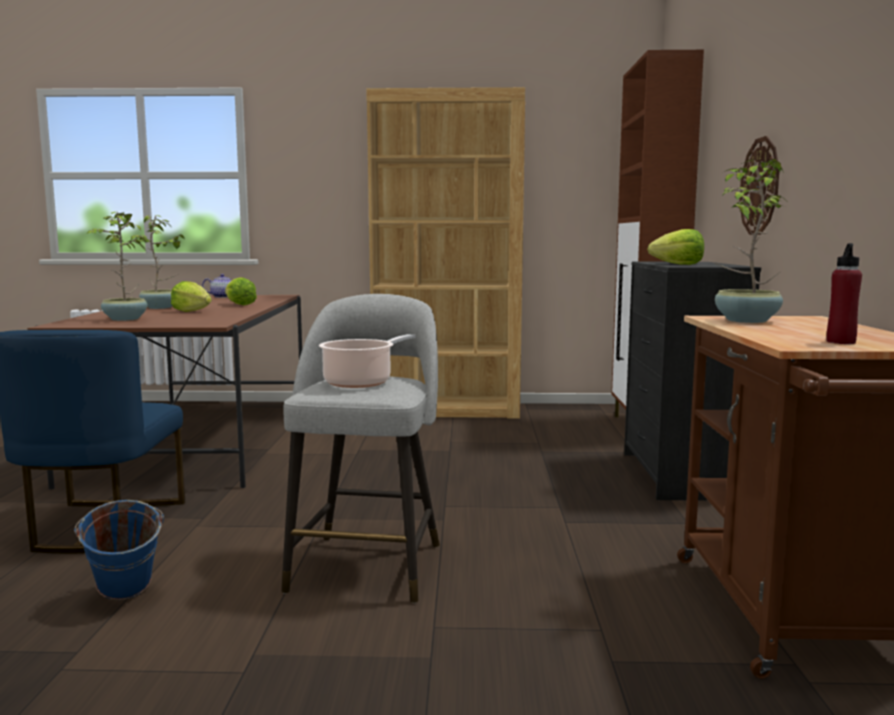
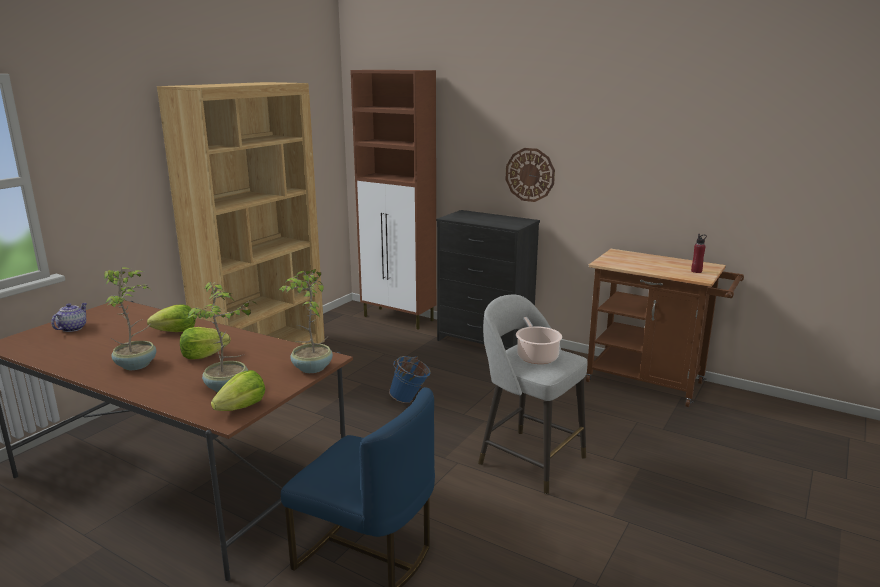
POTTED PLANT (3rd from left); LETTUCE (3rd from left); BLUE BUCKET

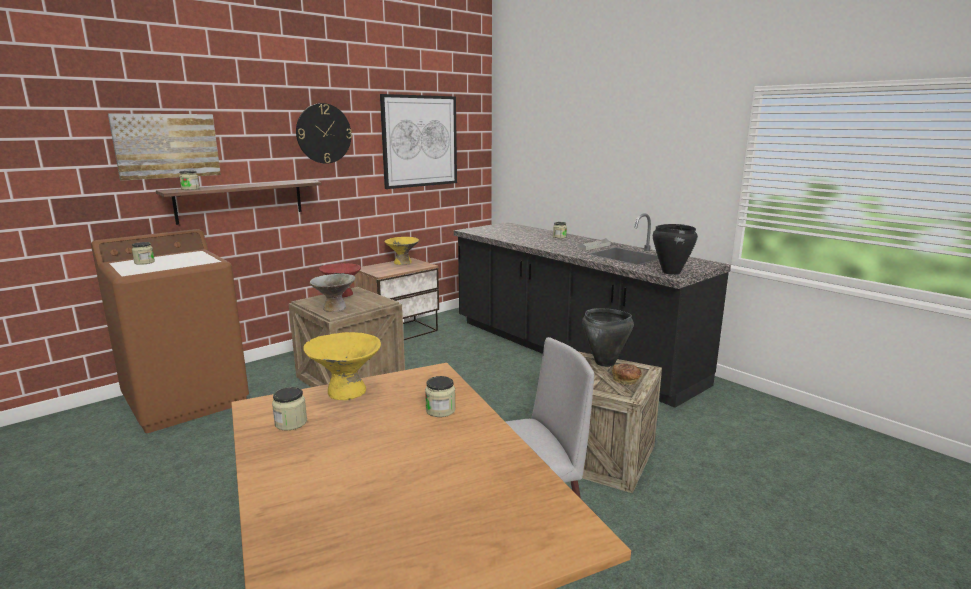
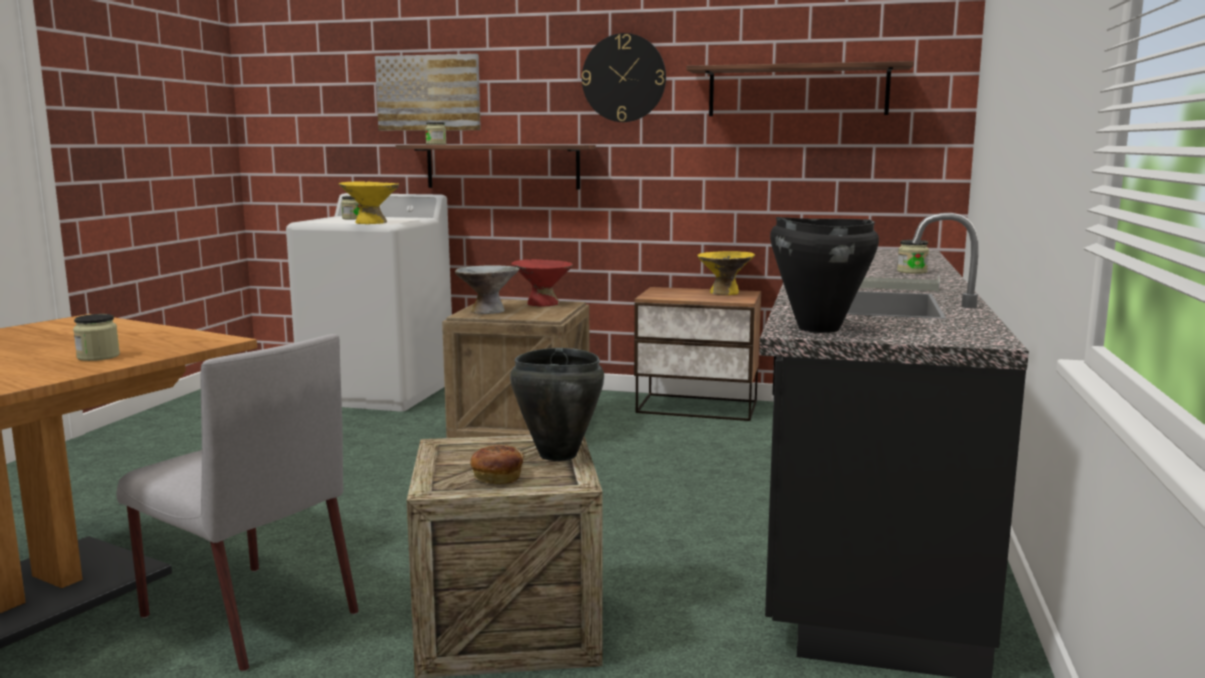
SHELF (2nd from left); WHITE WASHING MACHINE; YELLOW BOWL (1st from left); JAR (3rd from left in the first image)

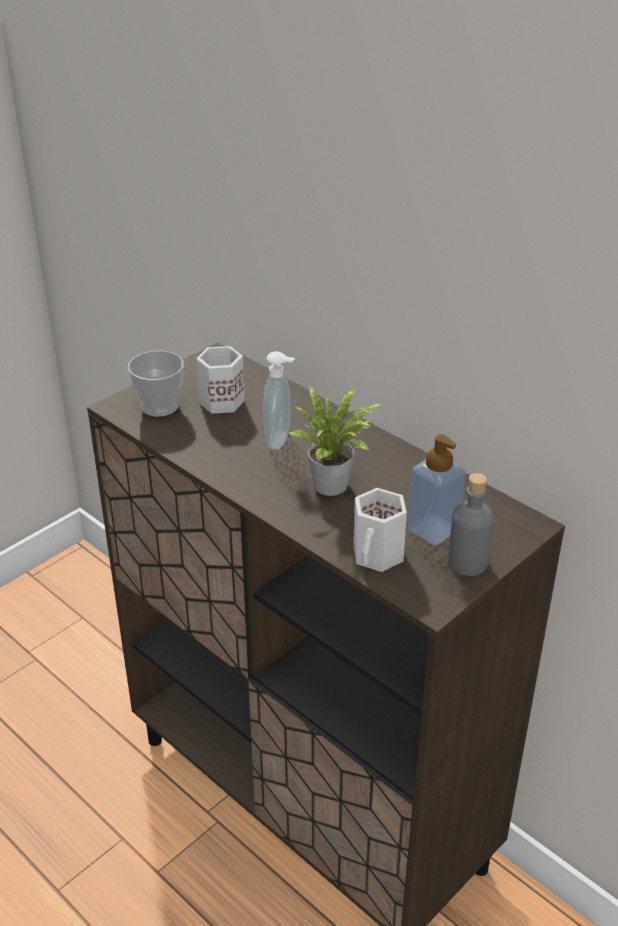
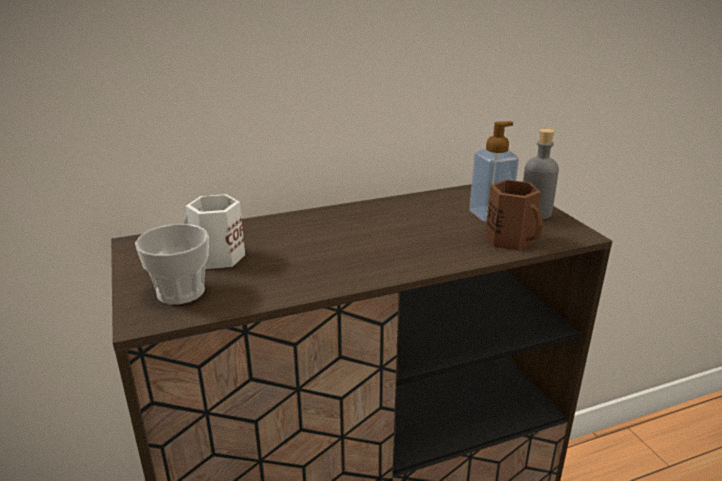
SOAP DISPENSER (1st from left in the first image); POTTED PLANT; BROWN MUG

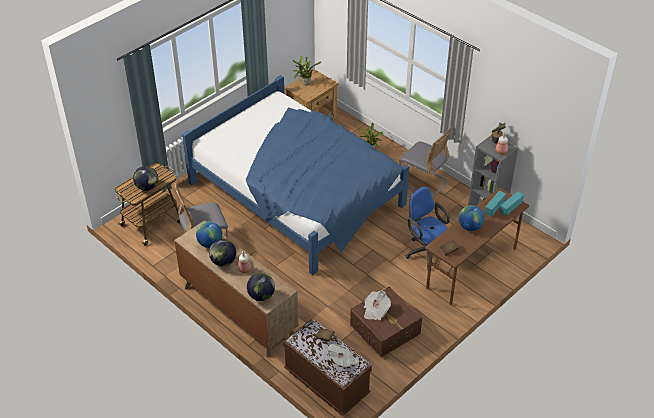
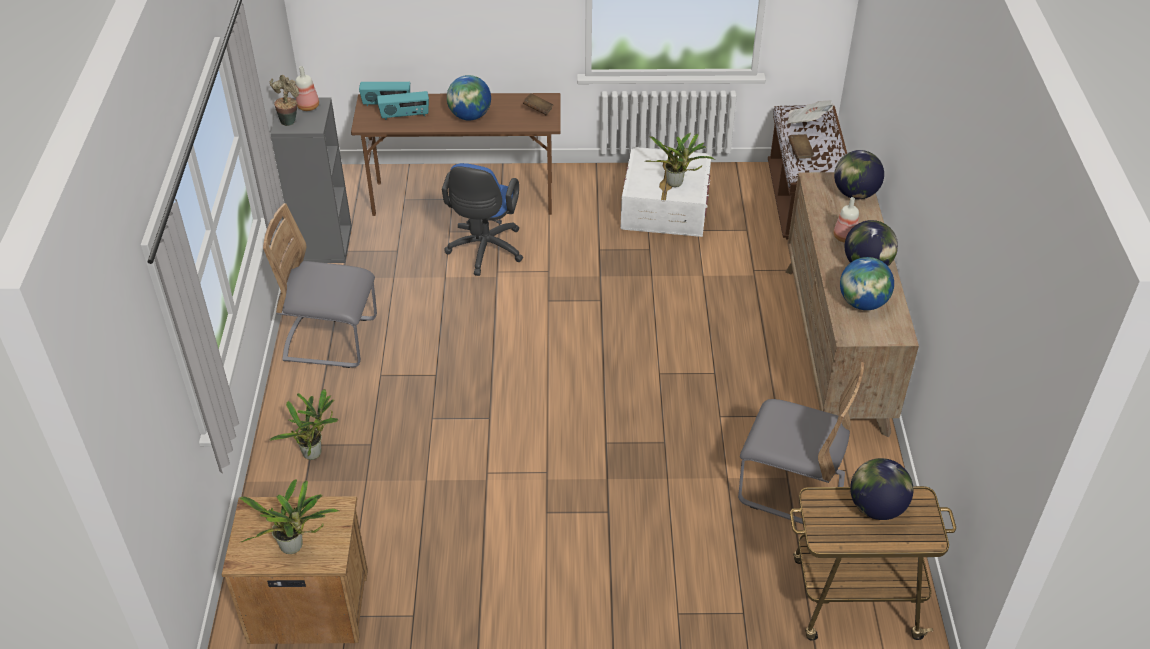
BLUE BED; GREY CHAIR (1st from left); WHITE STORAGE BOX; POTTED PLANT (4th from left)

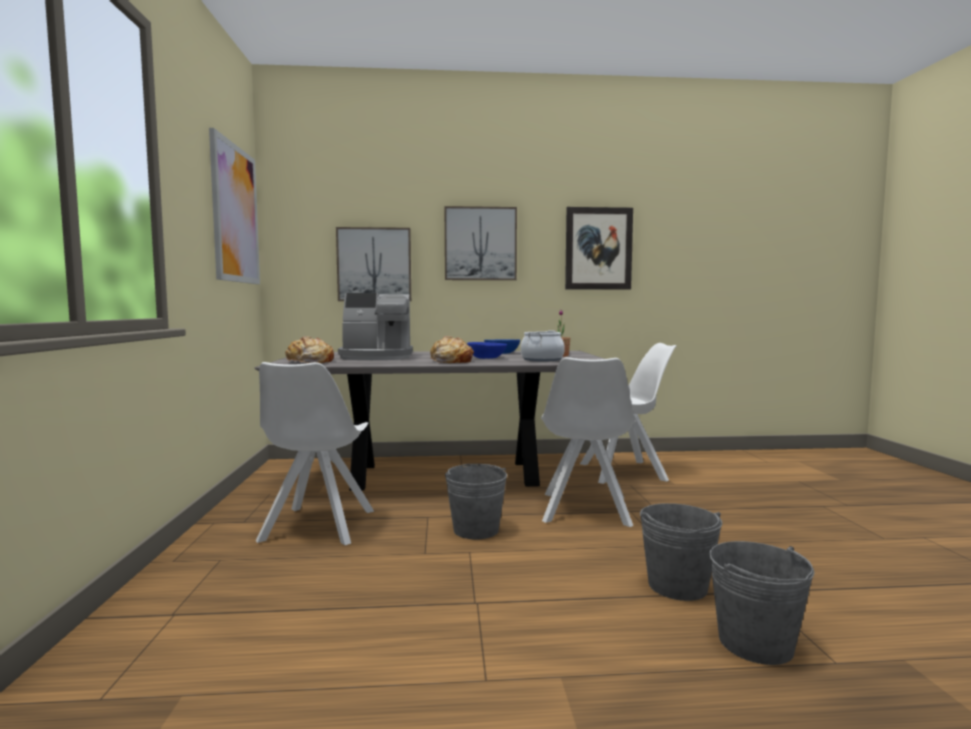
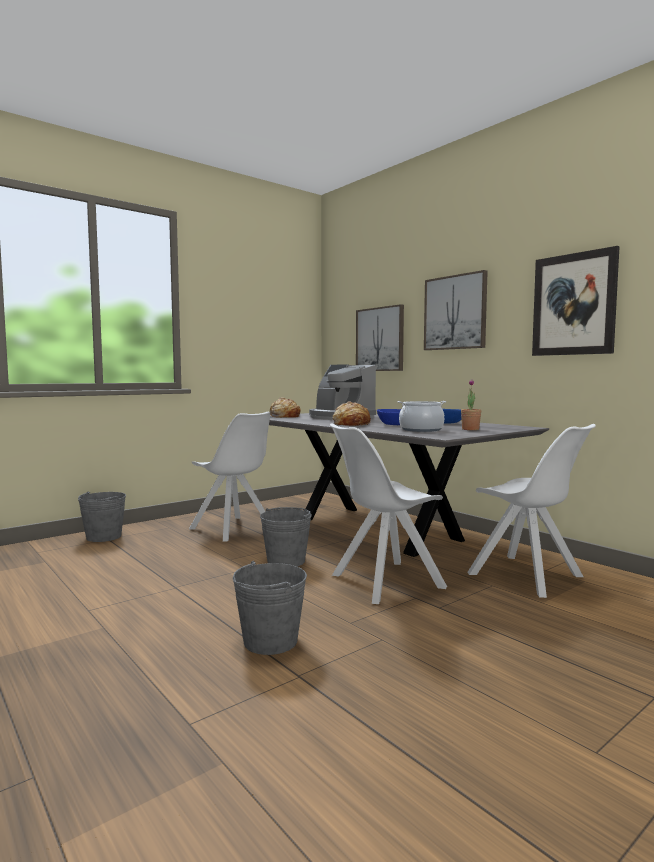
PICTURE (1st from left in the first image); WHITE CHAIR (1st from left); GREY BUCKET (1st from left)

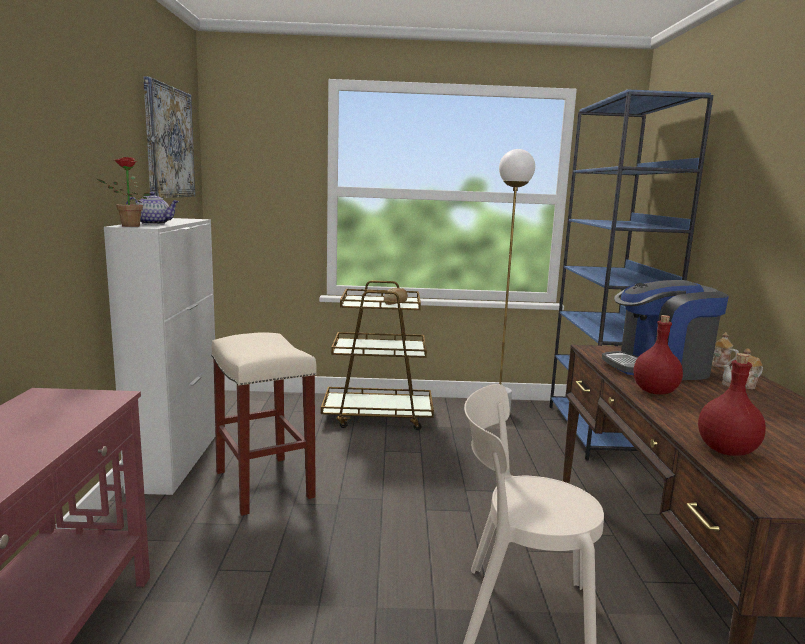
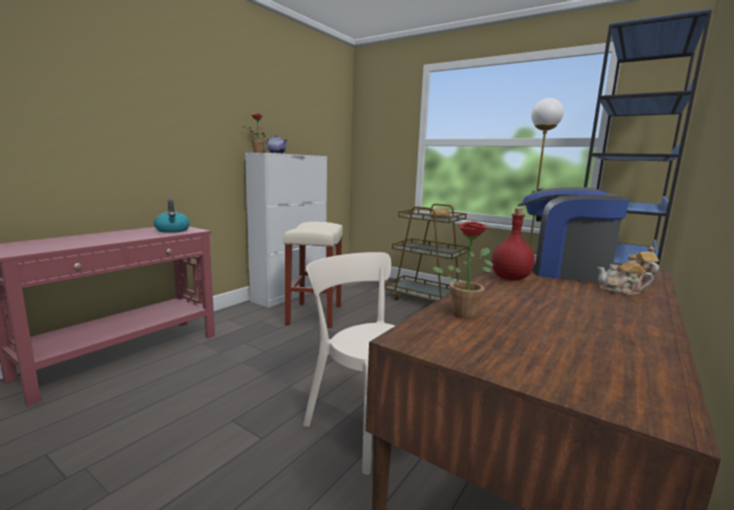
PICTURE; POTTED PLANT (2nd from left); KETTLE

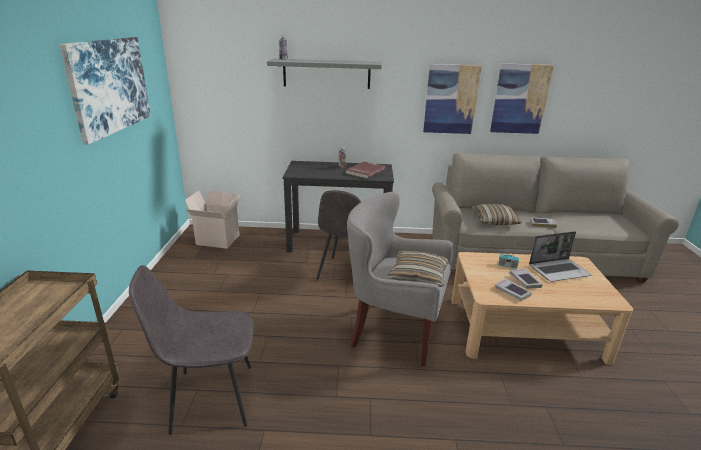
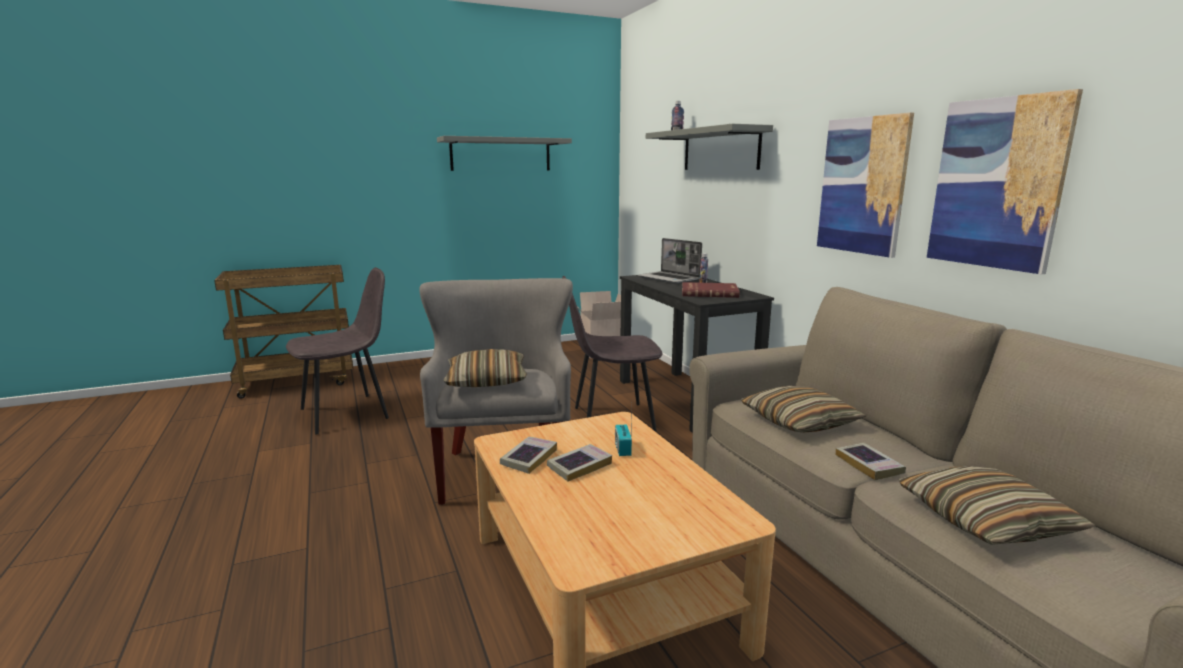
GREY SHELF (1st from left); LAPTOP; GREY CHAIR (1st from left); PILLOW (3rd from left)

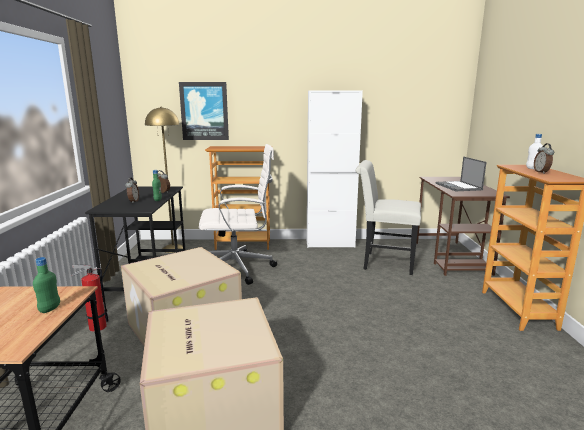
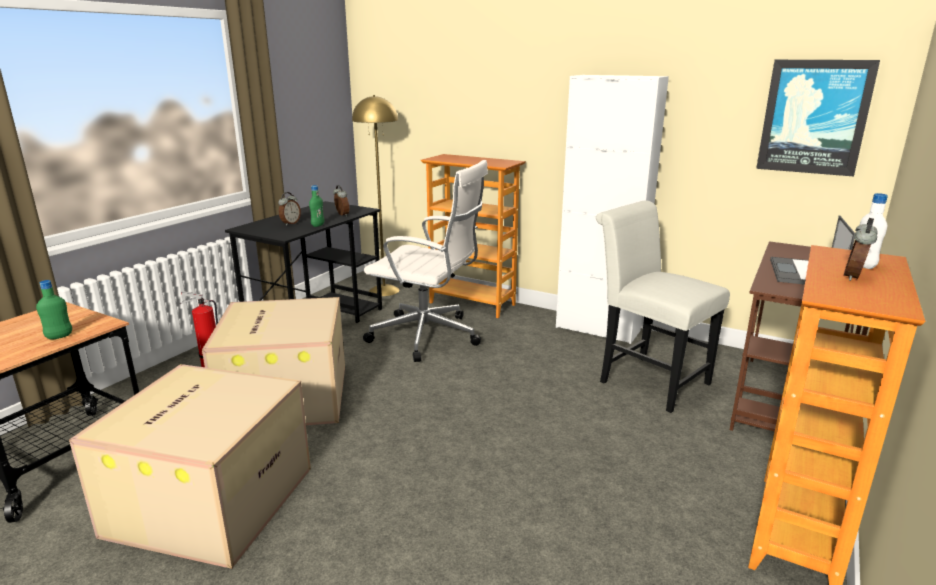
PICTURE

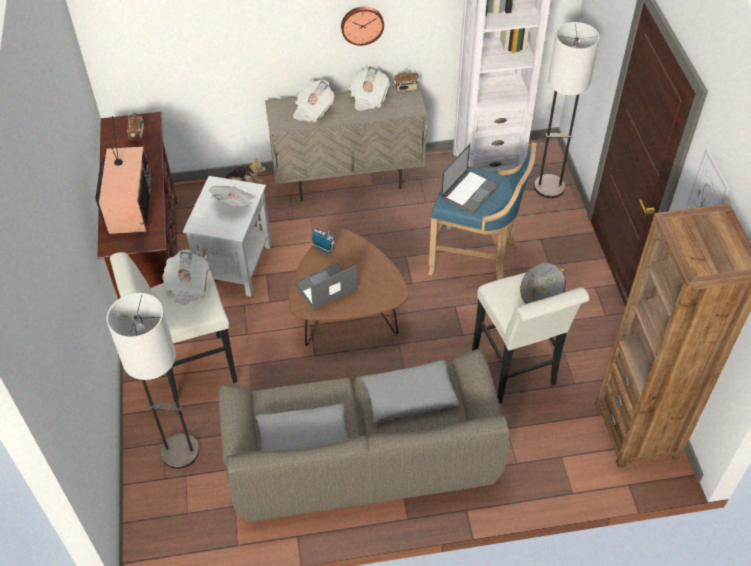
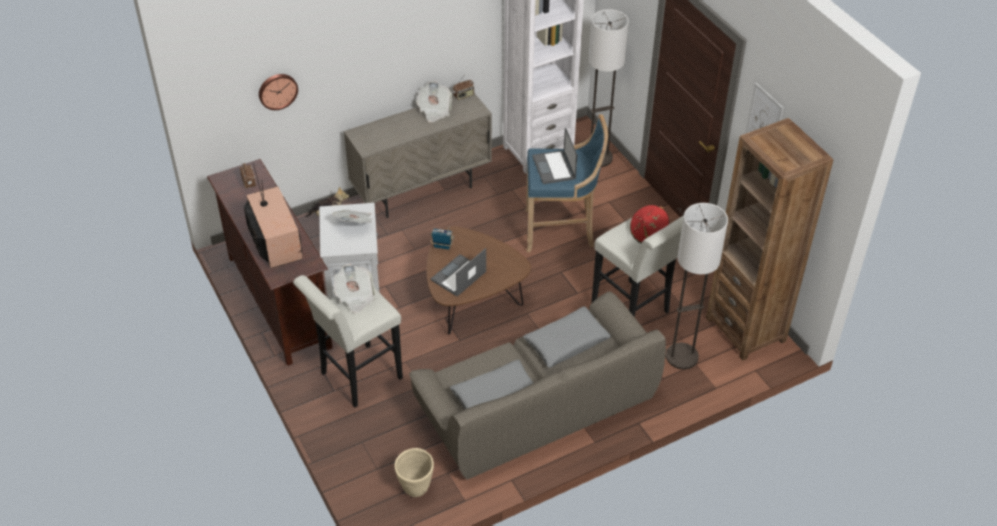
WALL CLOCK; NEWSPAPER (3rd from left in the first image); LAPTOP (2nd from left); RED HAT; FLOOR LAMP (2nd from left); BEIGE PLANTER

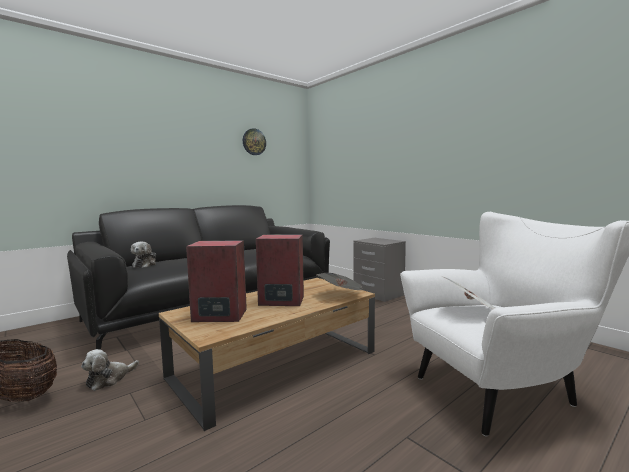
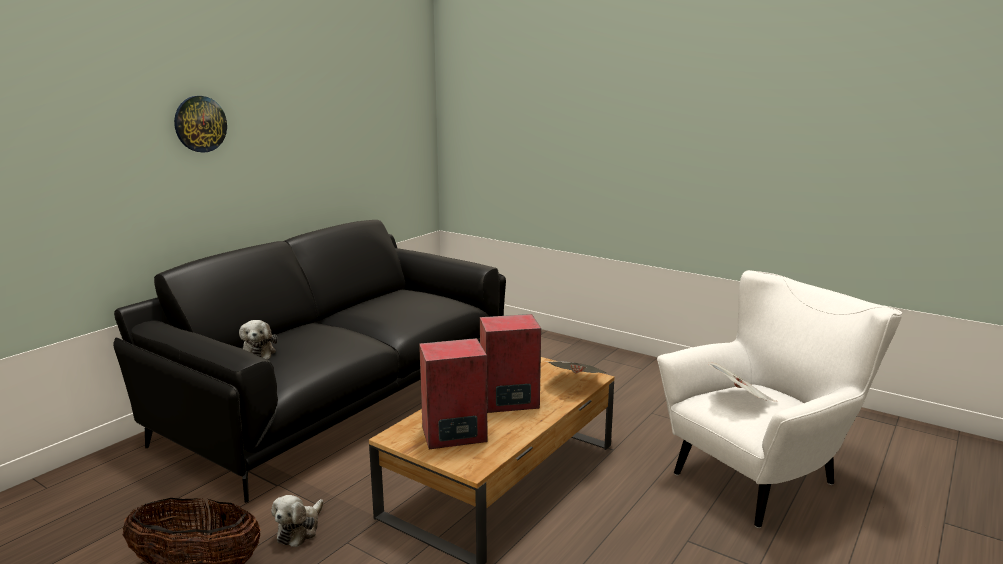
WALL CLOCK; GREY NIGHTSTAND

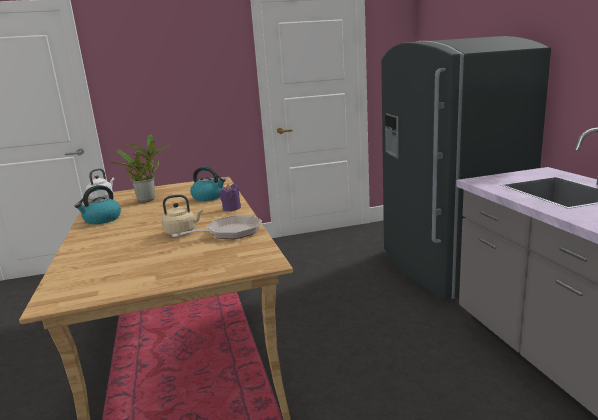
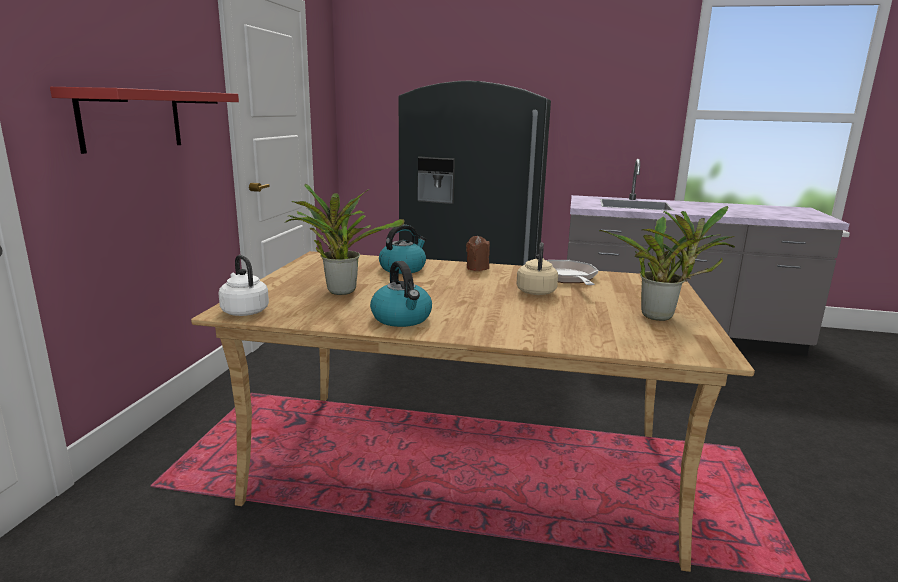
BROWN CANDLE; RED SHELF; POTTED PLANT (2nd from left)

